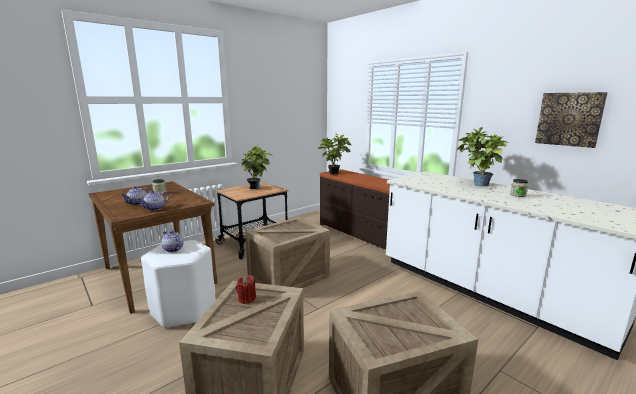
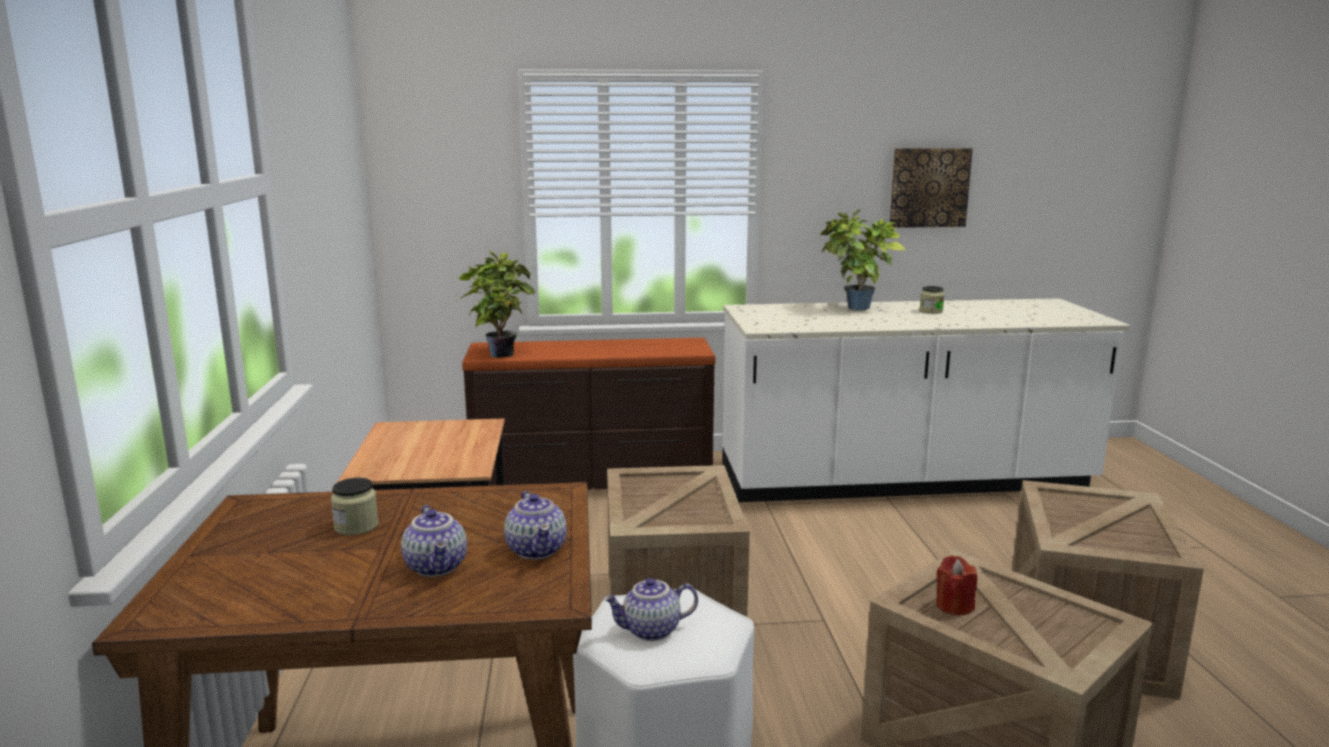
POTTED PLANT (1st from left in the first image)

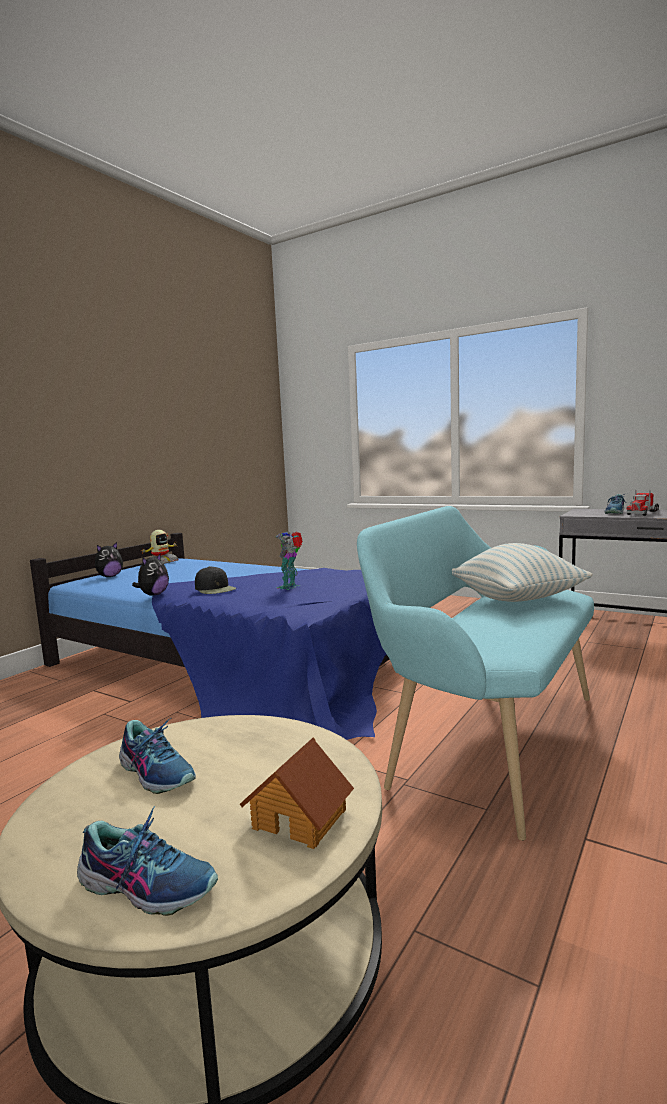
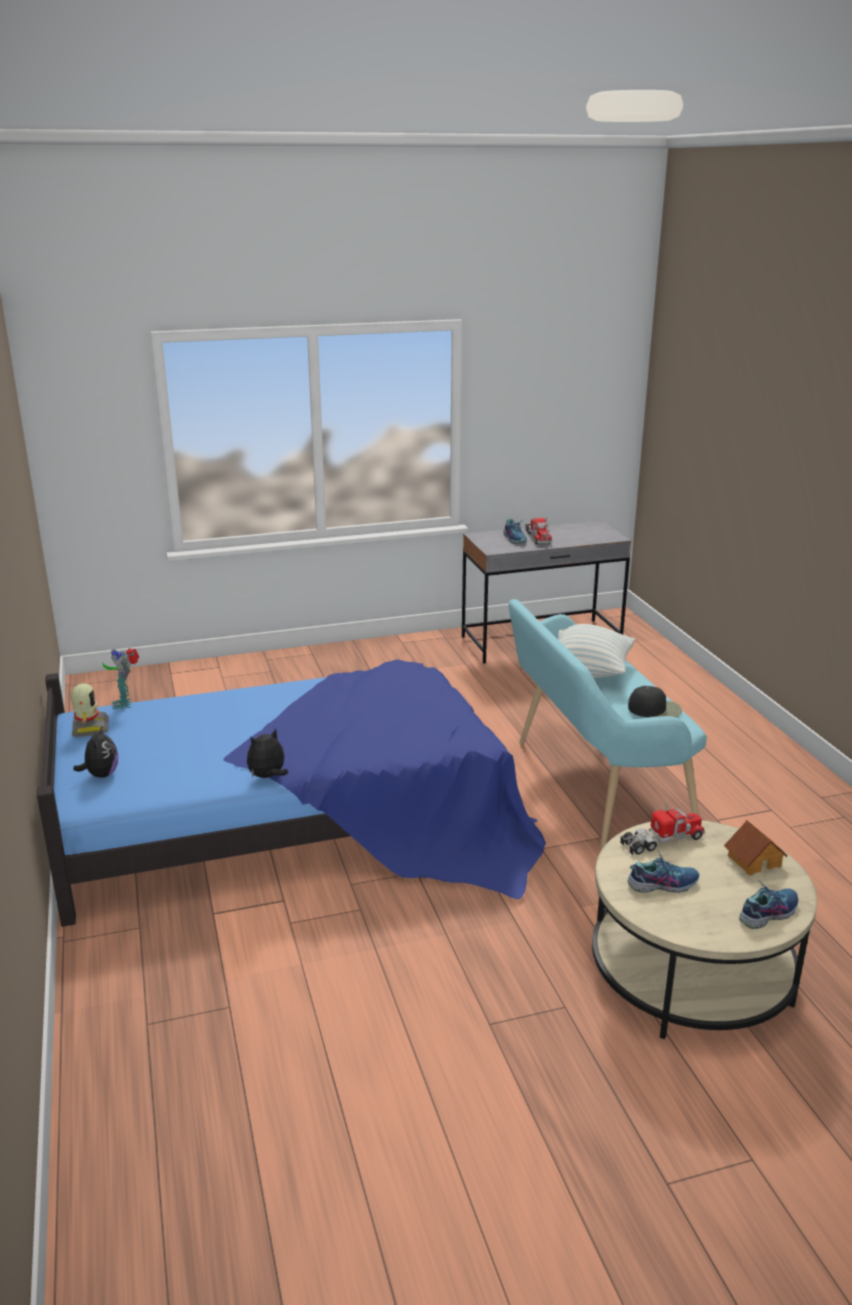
TOY ROBOT (2nd from left); PLUSH TOY (2nd from left); BLACK CAP; TOY TRUCK (2nd from left)

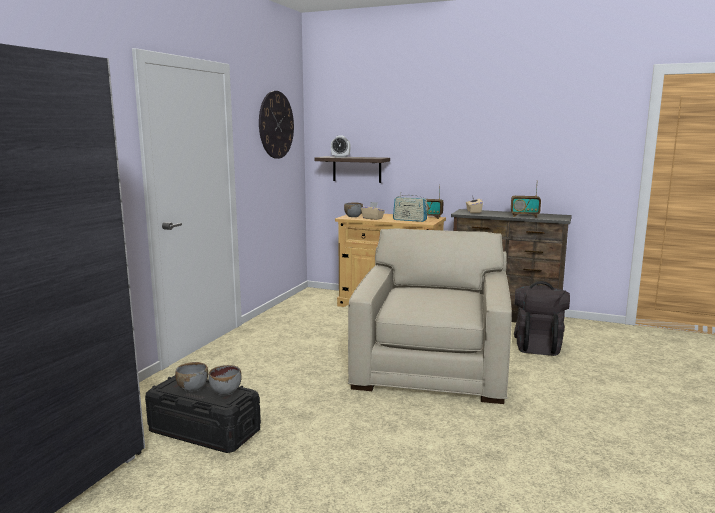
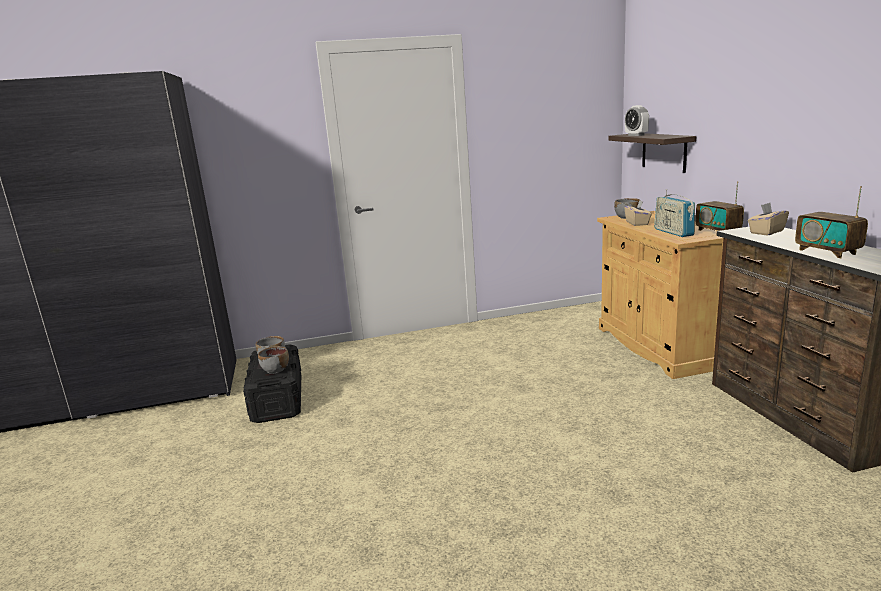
WALL CLOCK; BEIGE ARMCHAIR; BLACK BACKPACK

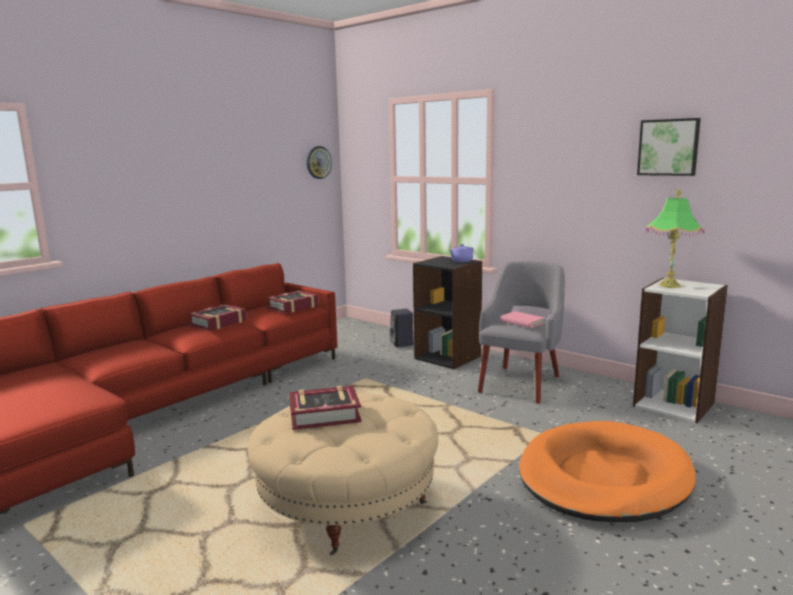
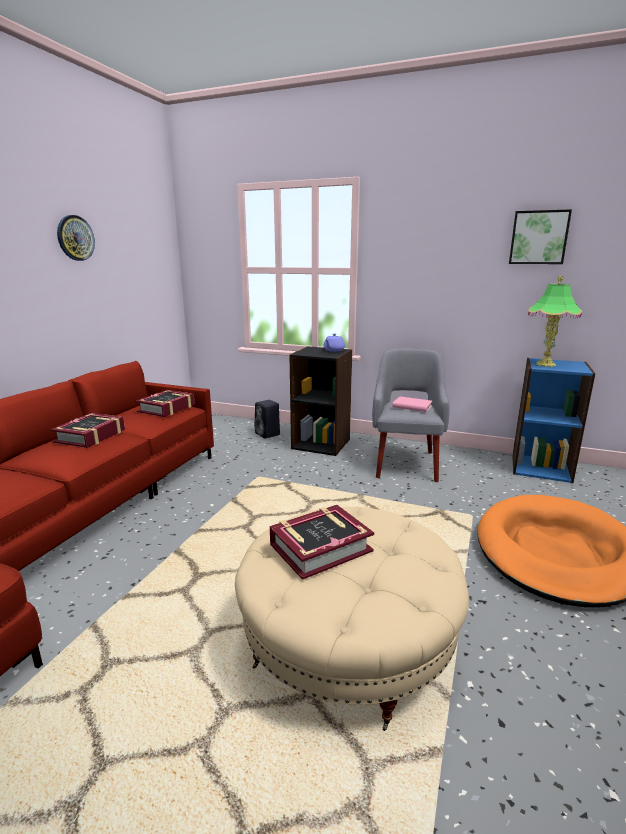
WALL CLOCK; BLUE BOOKCASE

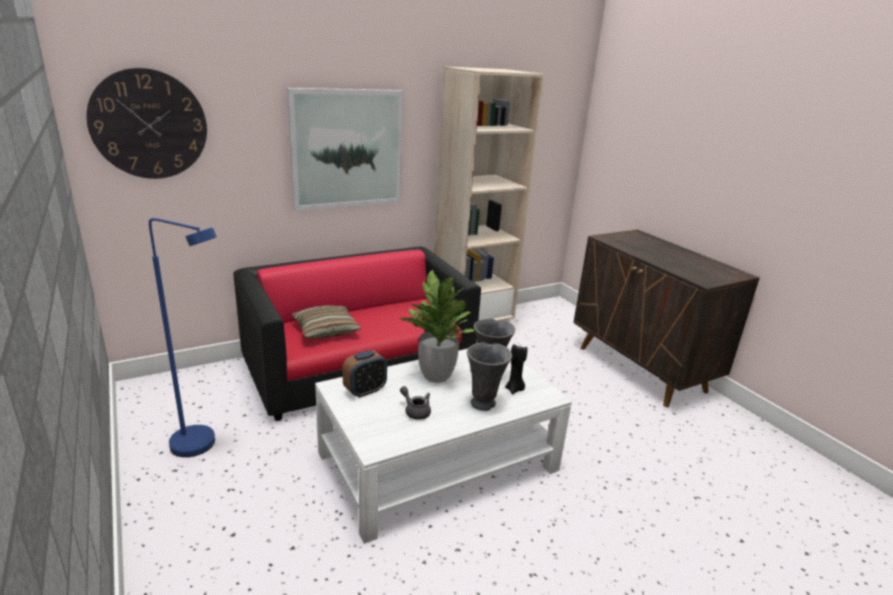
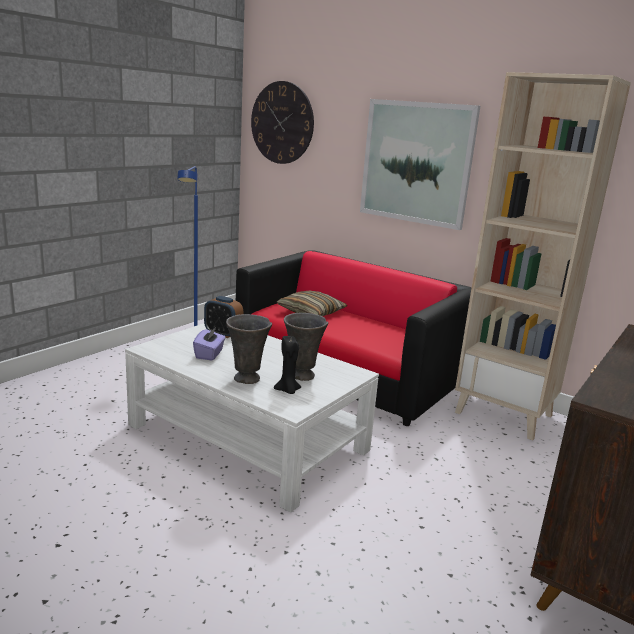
POTTED PLANT; PURPLE TISSUE BOX

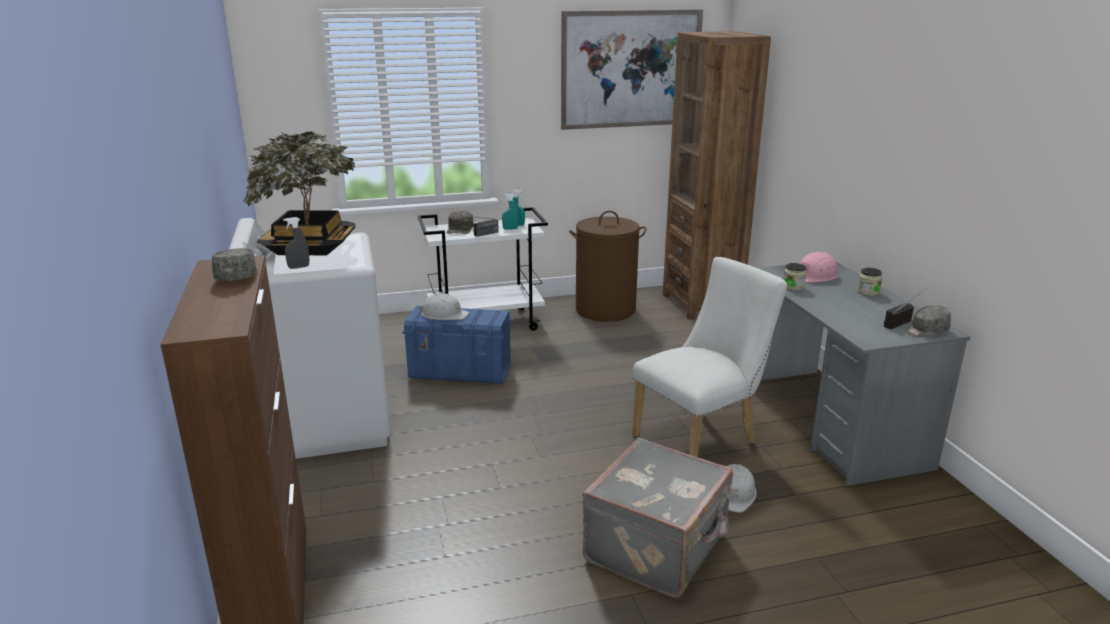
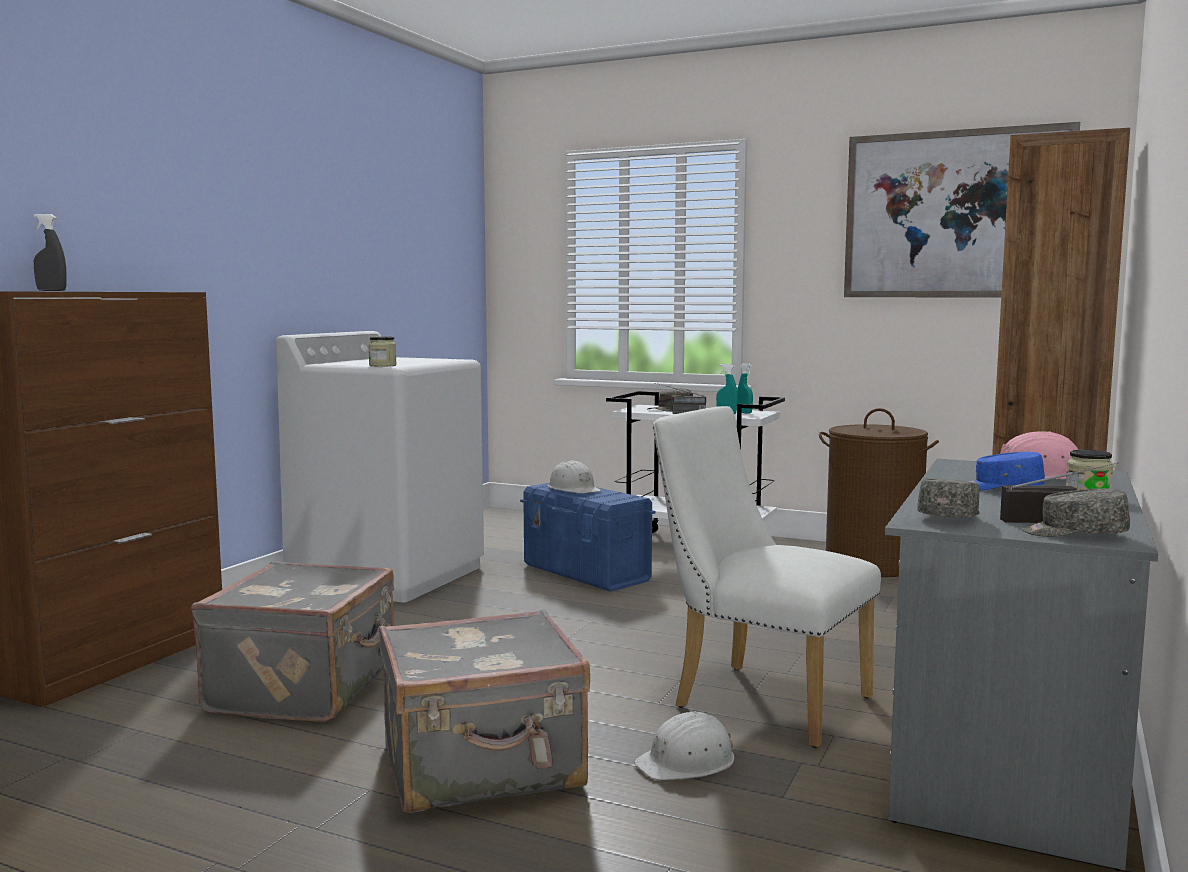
POTTED PLANT; GREY SPRAY BOTTLE; GREY CAP (1st from left); WHITE CHAIR; JAR (1st from left); BLUE CAP; GREY SUITCASE (1st from left)

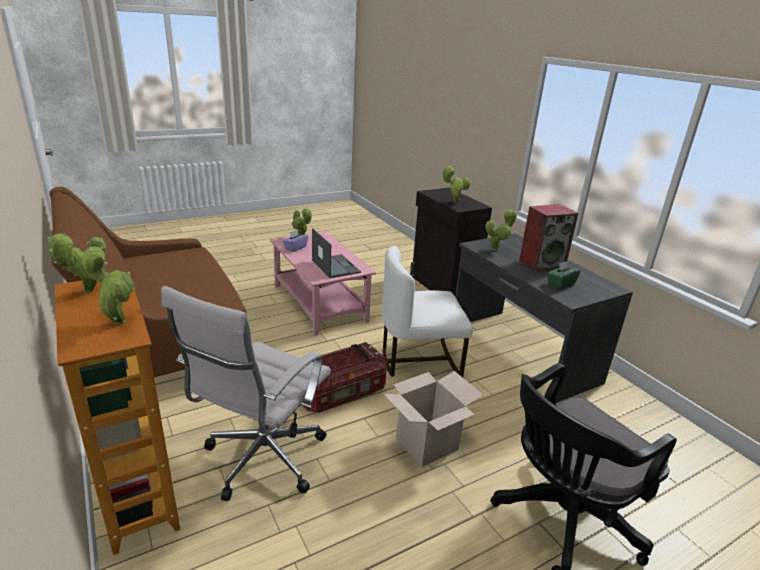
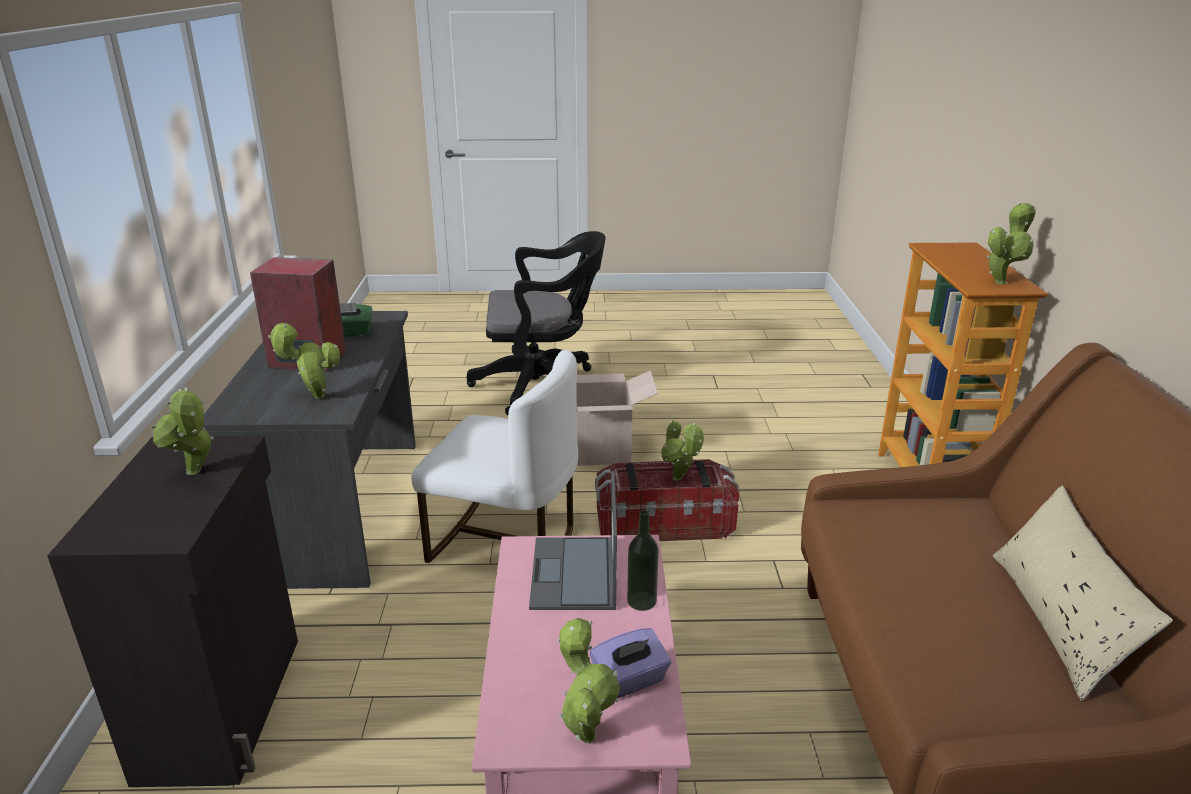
POTTED PLANT (4th from left); WHITE OFFICE CHAIR; BEIGE PILLOW; BOTTLE

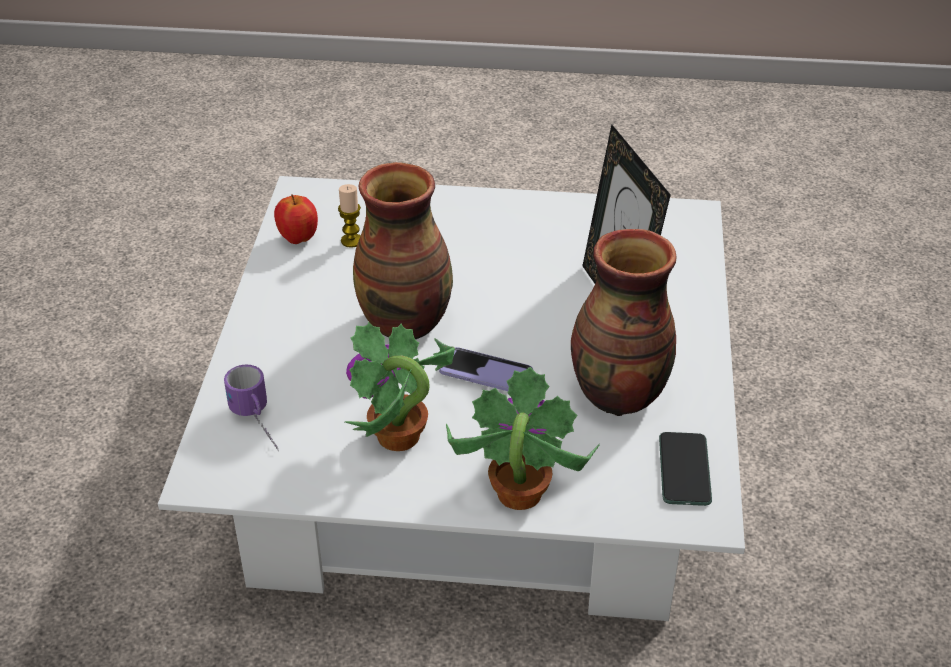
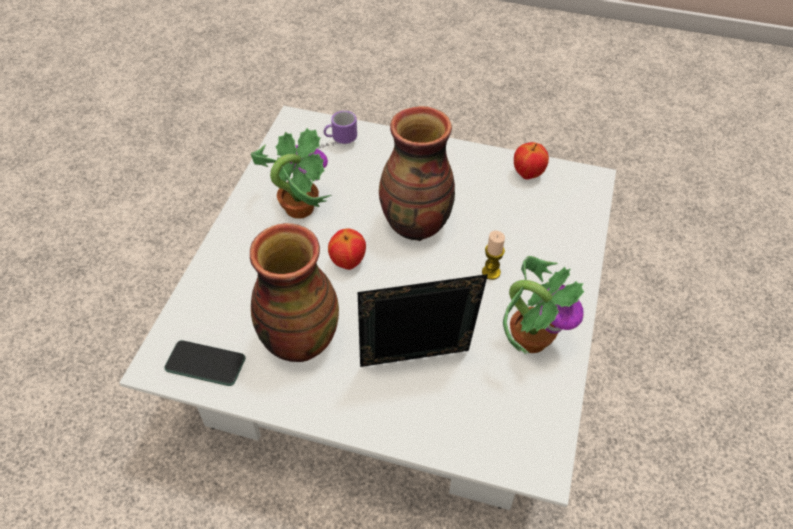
CANDLE; APPLE (1st from left); POTTED PLANT (2nd from left)

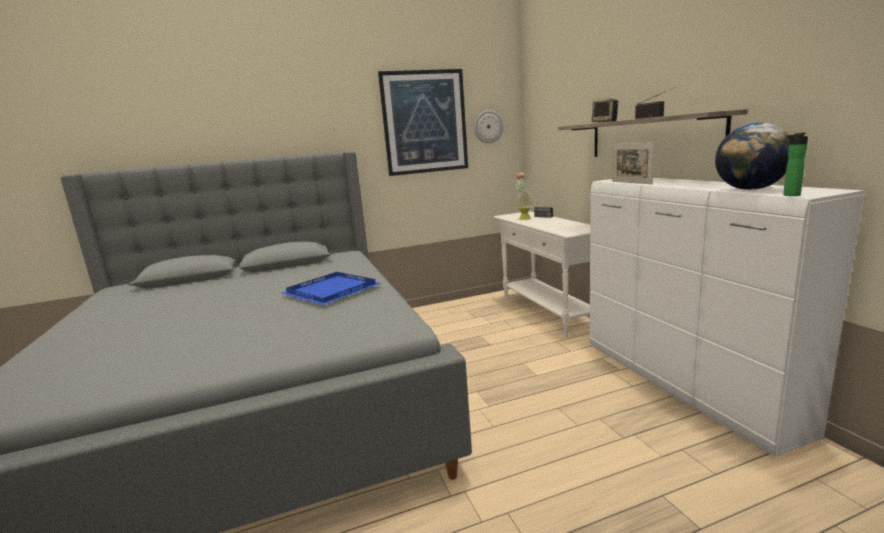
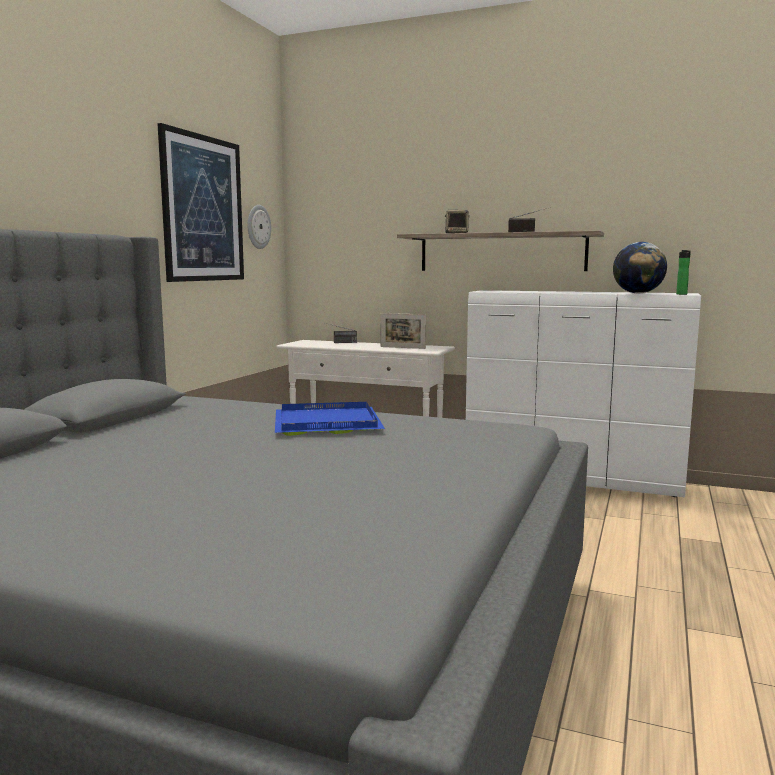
PICTURE FRAME; POTTED PLANT

